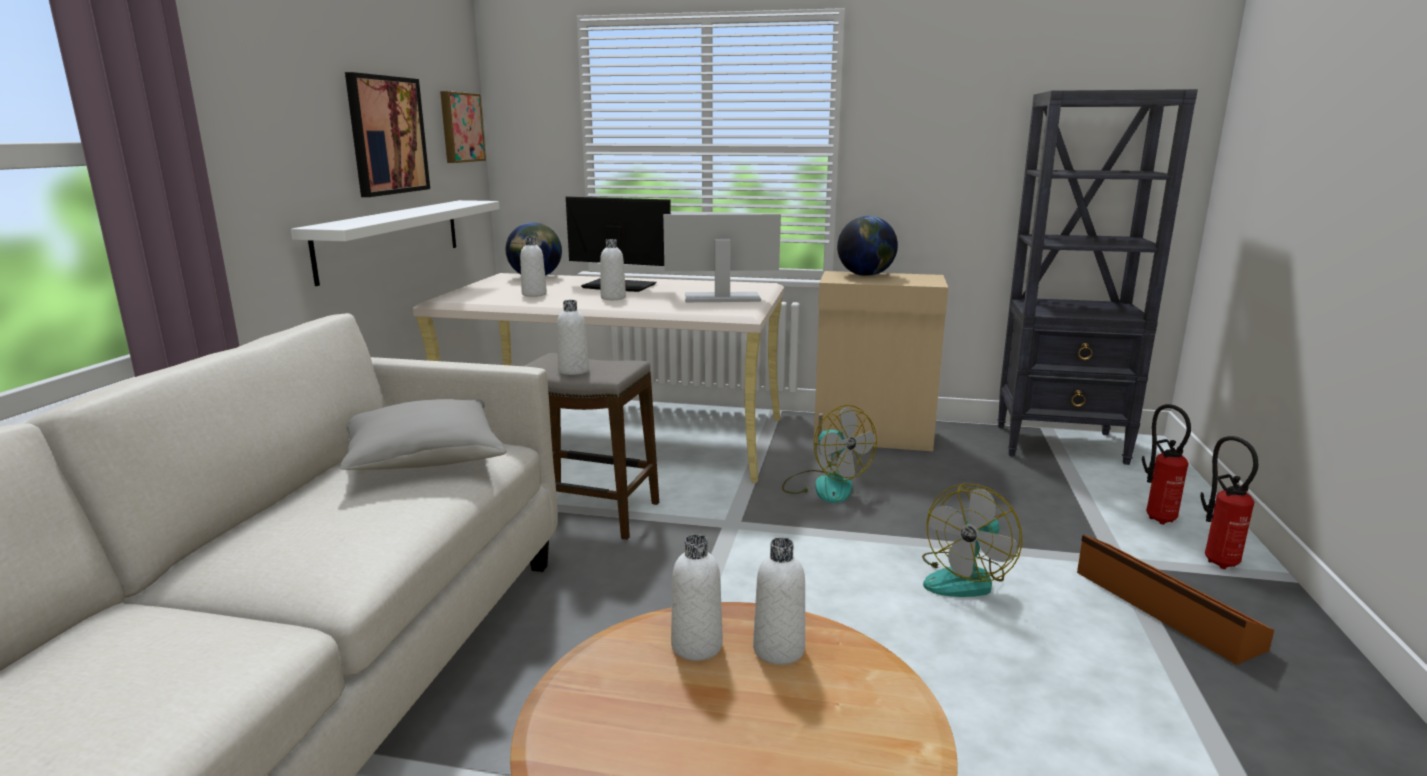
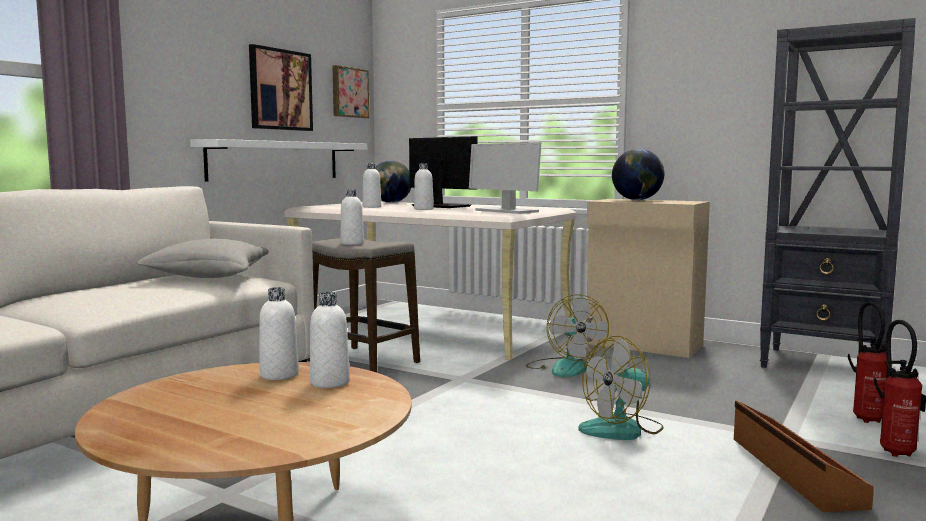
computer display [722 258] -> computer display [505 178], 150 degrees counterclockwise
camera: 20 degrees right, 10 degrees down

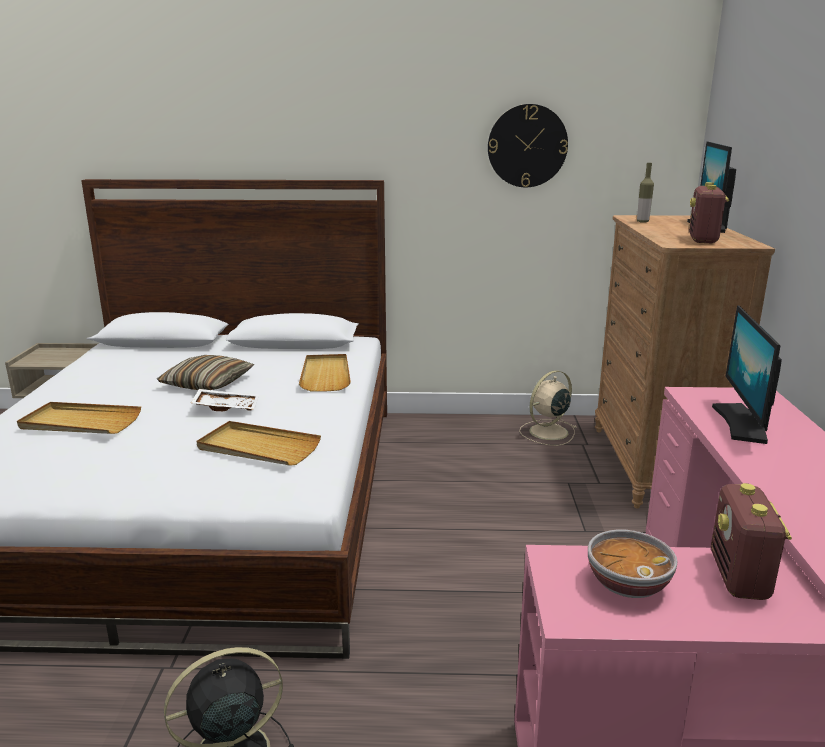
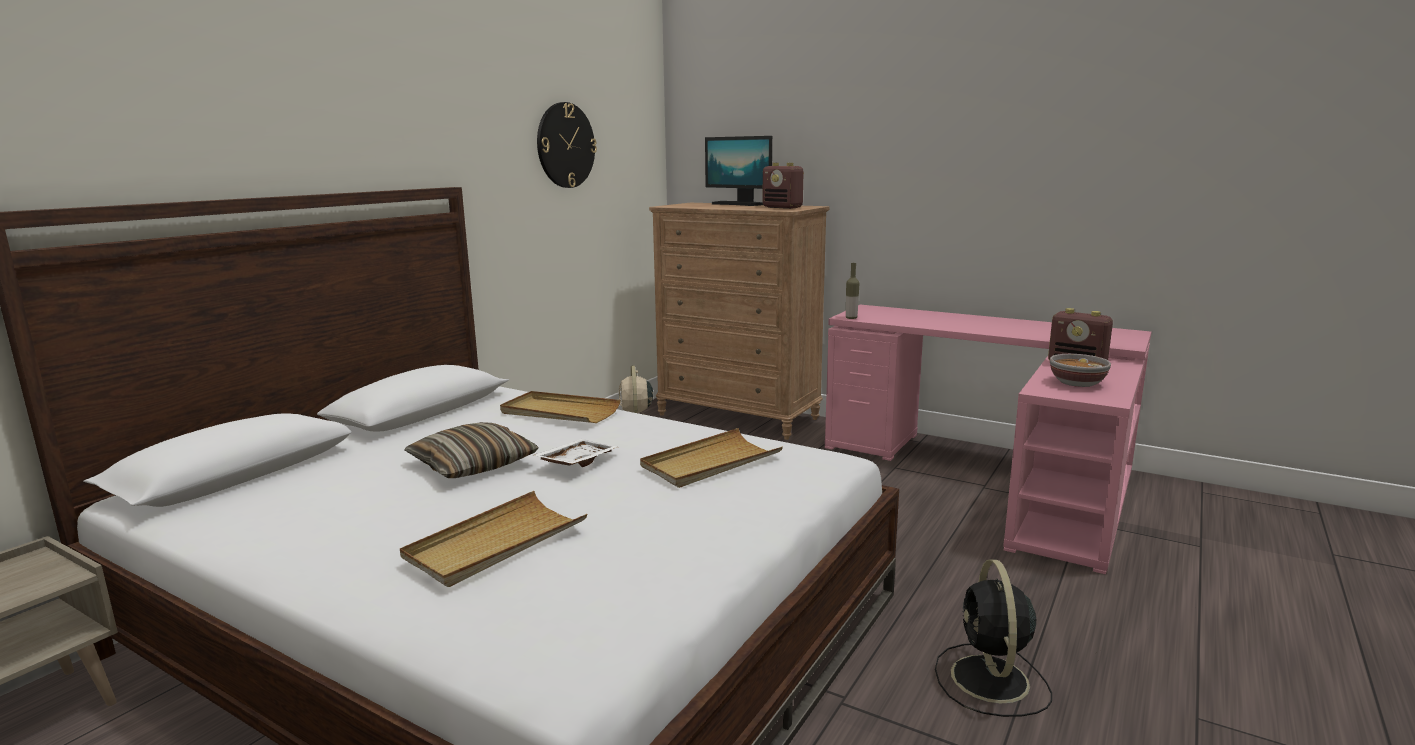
bottle [645 193] -> bottle [853 291], shifted
computer display [747 375] -> none
camera: 60 degrees left, 5 degrees down

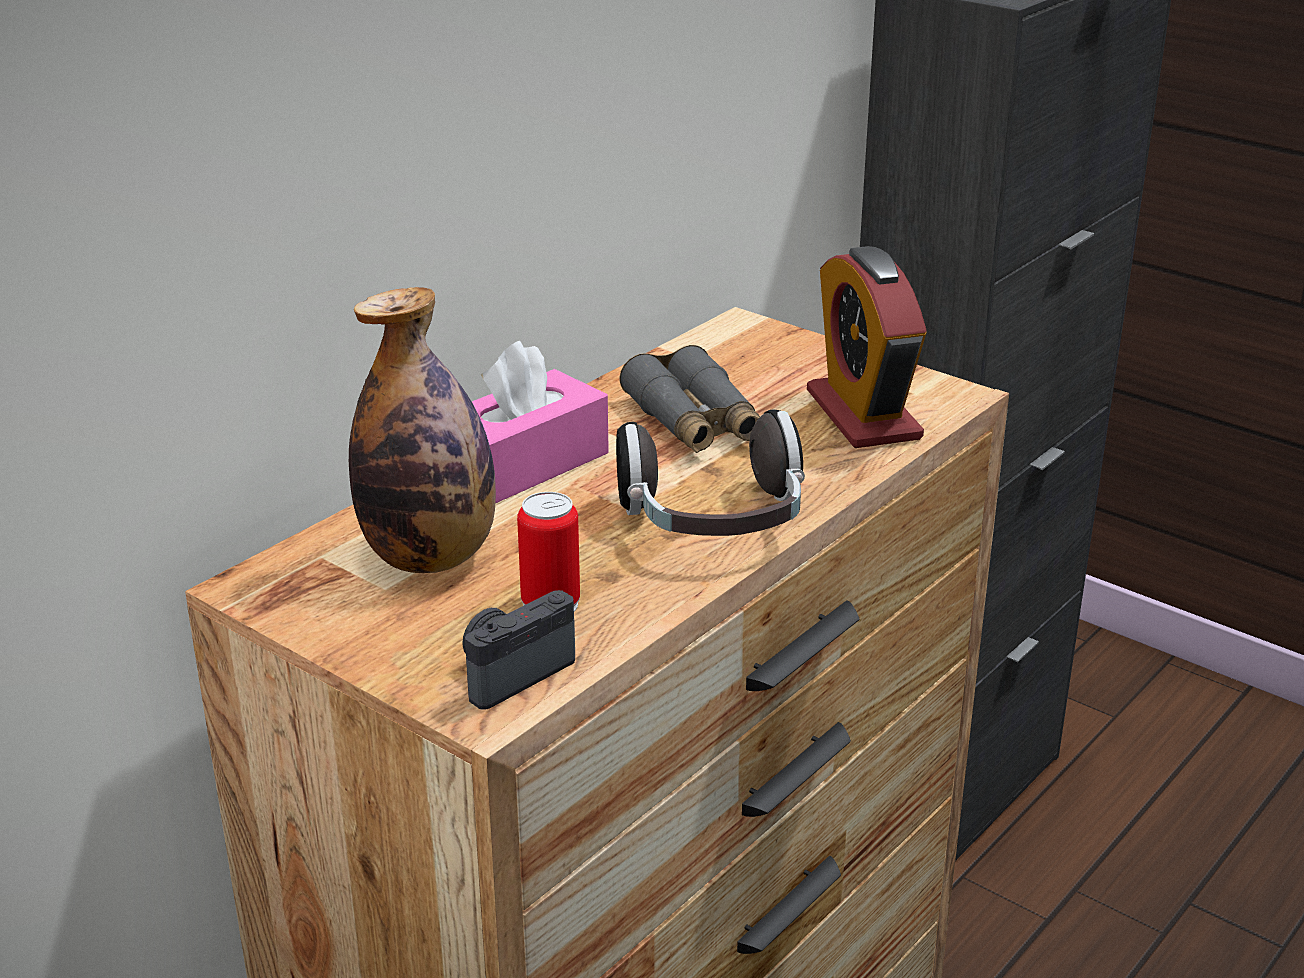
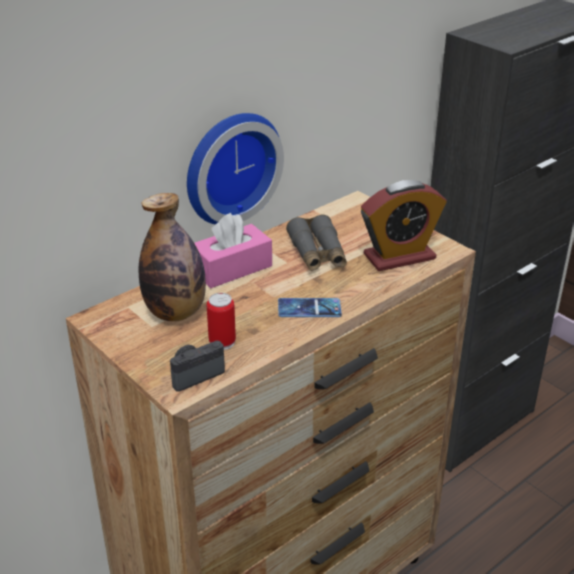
none -> clock on the wall [235 169]
headset [710 473] -> telephone [310 307]
bedside clock [867 347] -> bedside clock [404 225], 105 degrees counterclockwise
camera: 10 degrees right, 5 degrees up

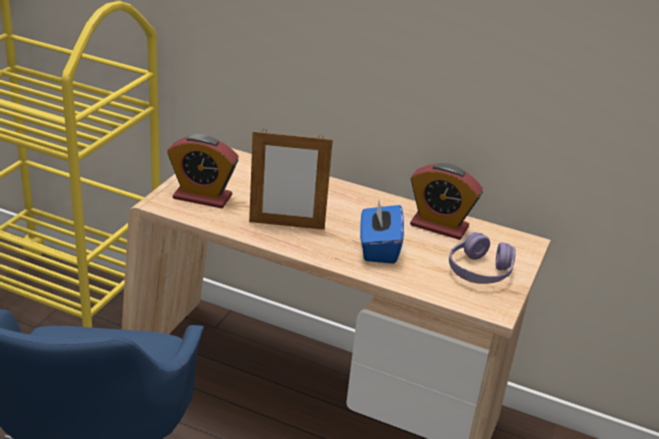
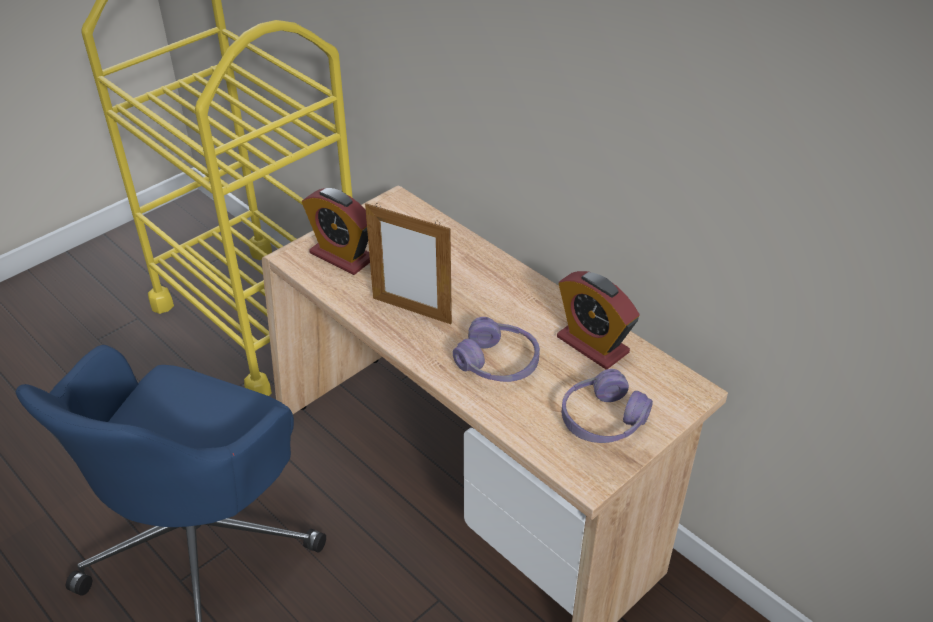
blue tissue holder [382 231] -> purple-coloured headset [496 349]
camera: 25 degrees right, 10 degrees up

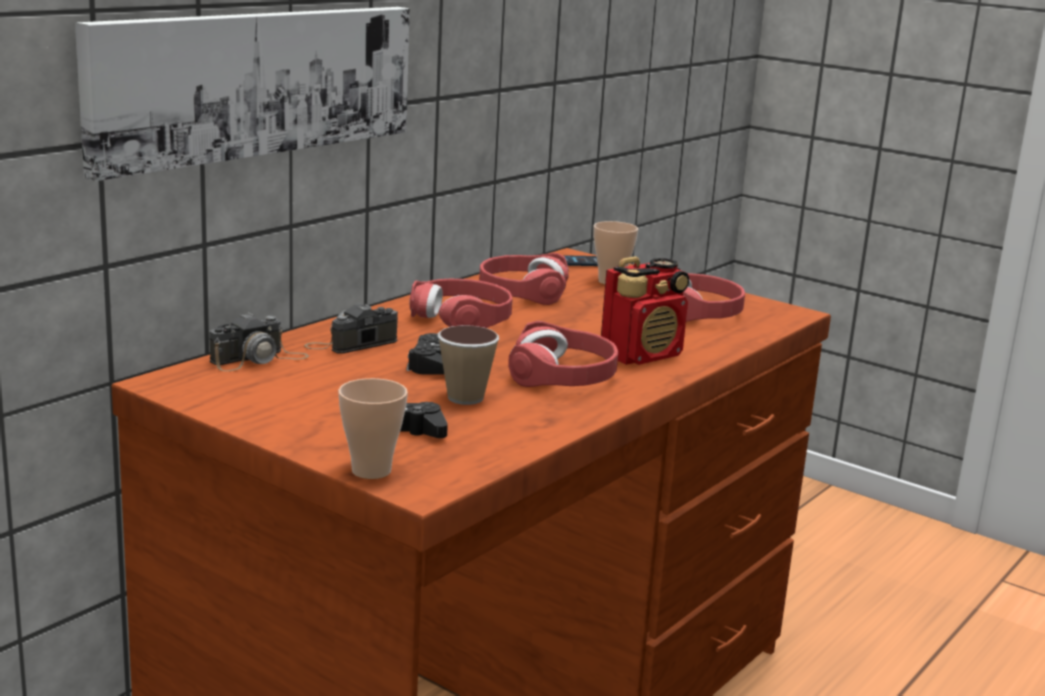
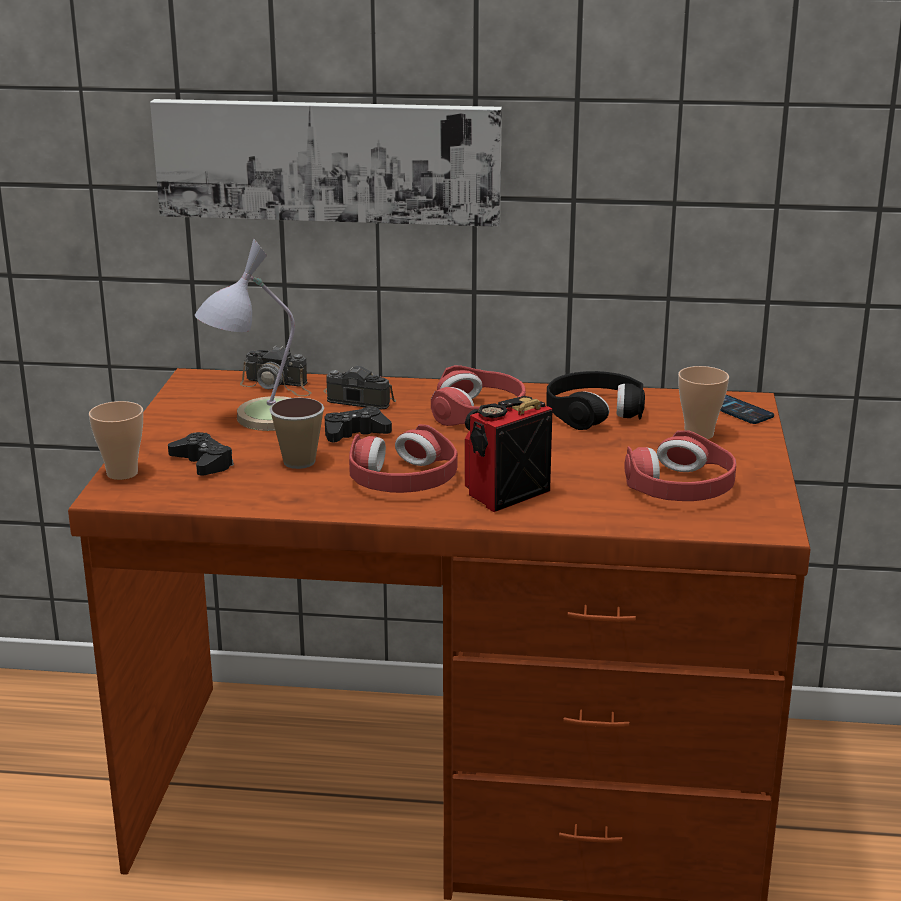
none -> lamp for a table [245 334]
radio set [645 310] -> radio set [509 454], 120 degrees clockwise
red-coloured headset [524 279] -> black headset [595 400]
camera: 60 degrees right, 5 degrees up

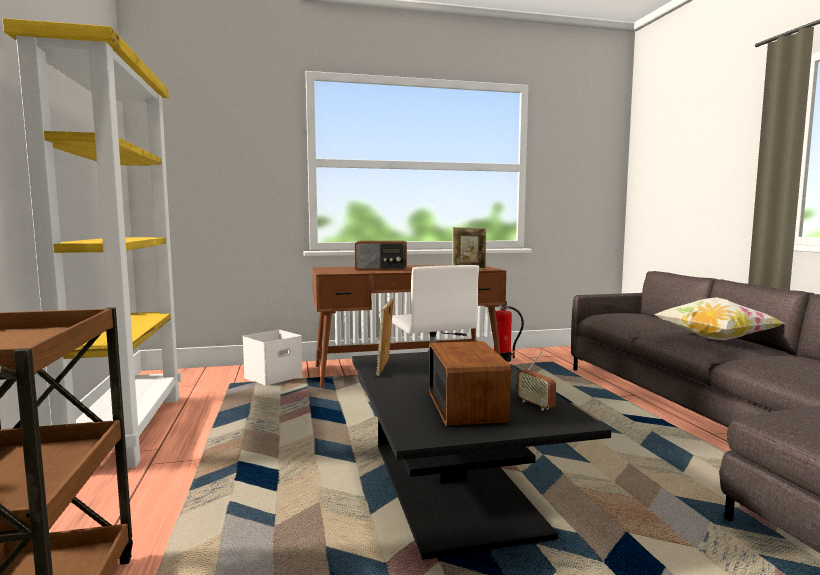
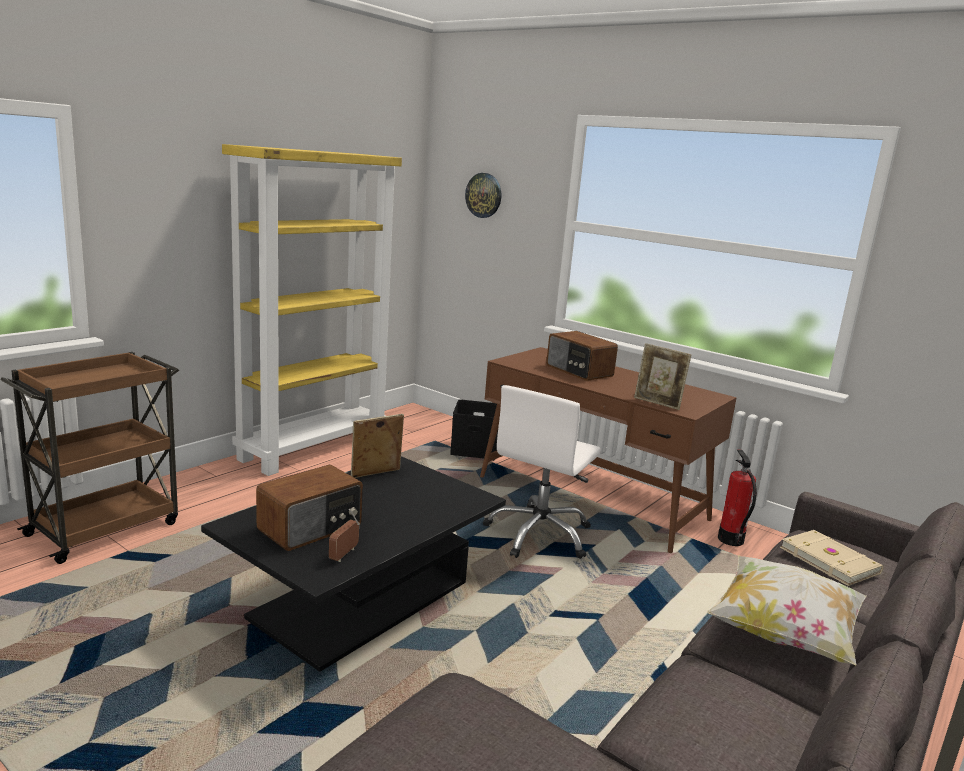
white storage box [272 357] -> black storage box [474 430]
none -> clock on the wall [483 195]
none -> sand-coloured book [831 558]
camera: 50 degrees right, 10 degrees up

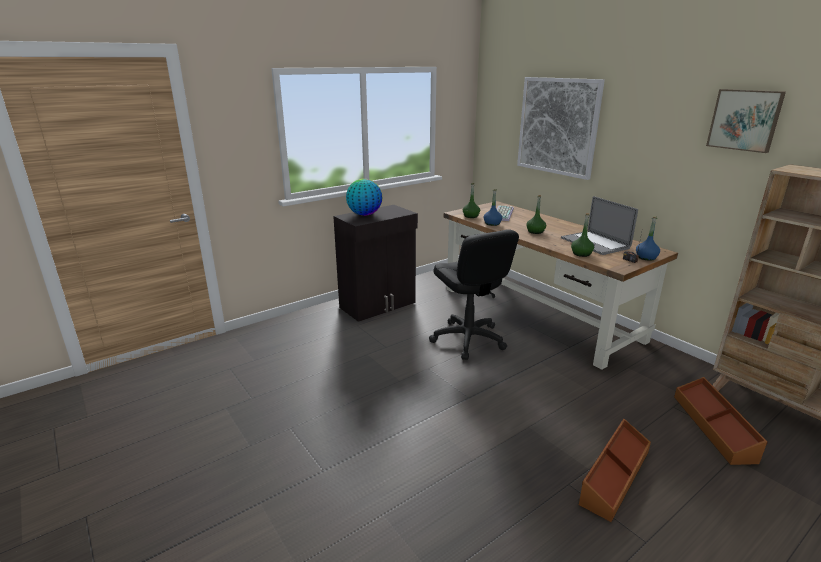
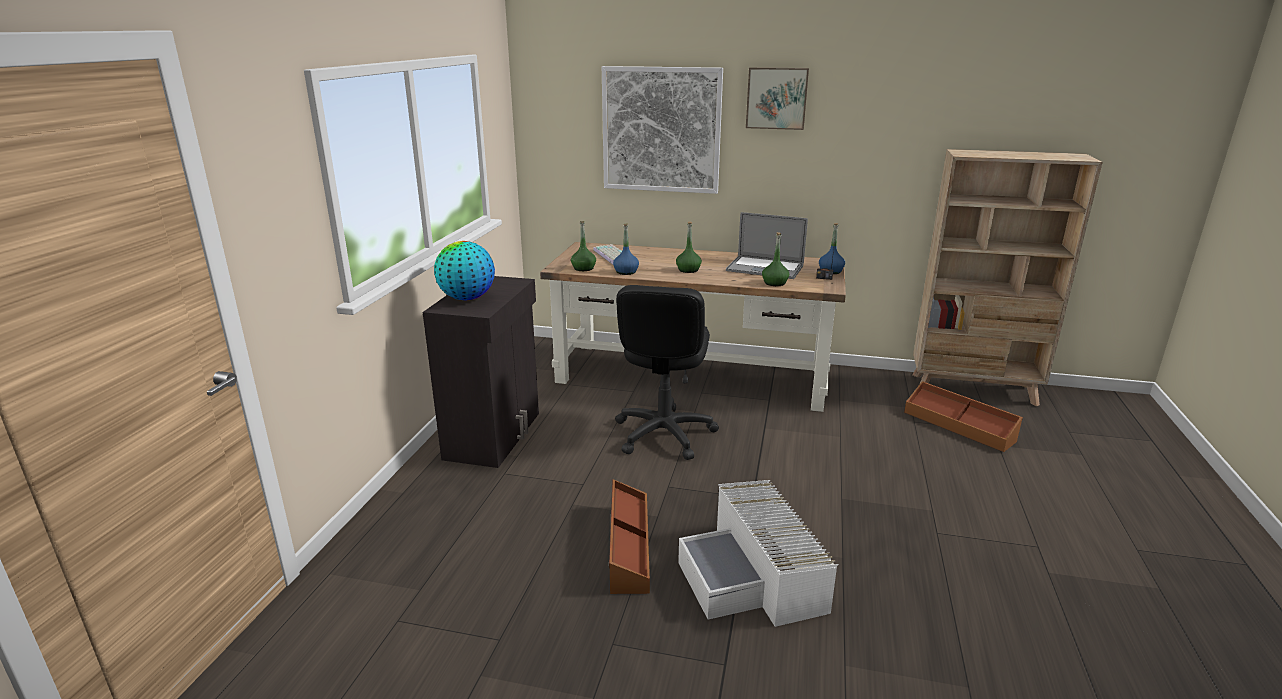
brown-coloured storage box [615 470] -> brown-coloured storage box [629 536], shifted
black computer chair [474 294] -> black computer chair [667 372], 75 degrees clockwise
none -> white storage box [758 553]
wall picture [746 121] -> wall picture [777 98], shifted
camera: 40 degrees left, 0 degrees up

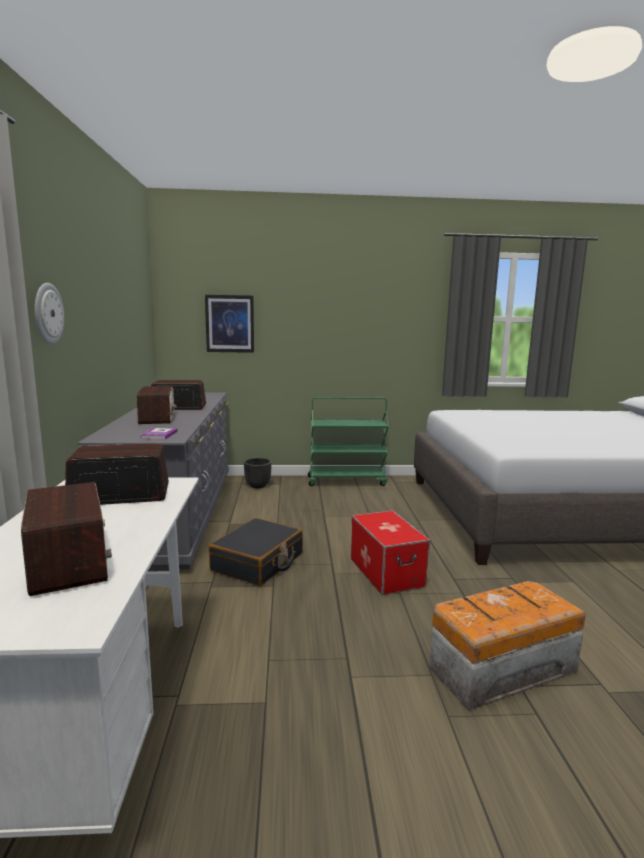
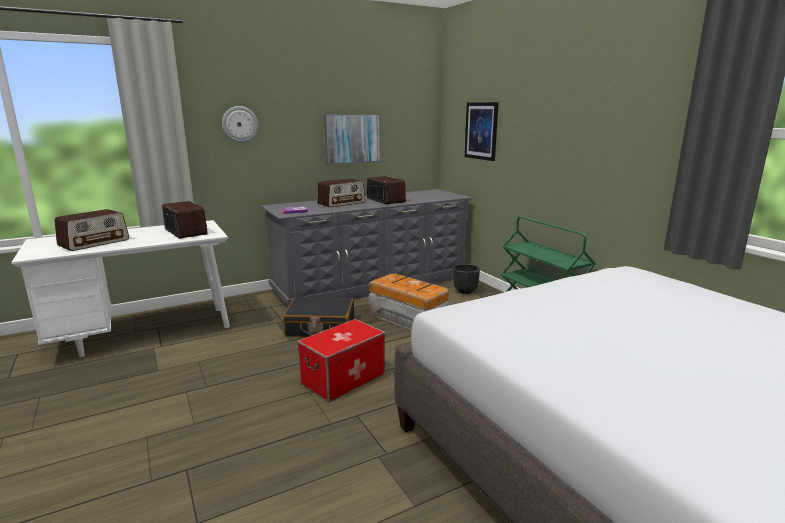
none -> wall picture [352 139]
storage box [507 646] -> storage box [409 302], shifted
camera: 65 degrees right, 5 degrees up

